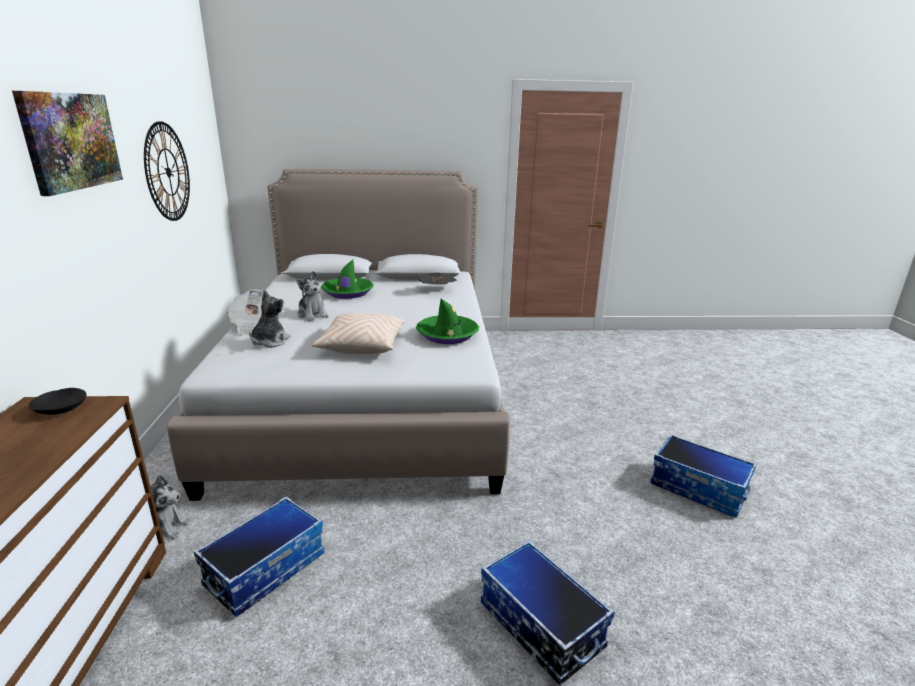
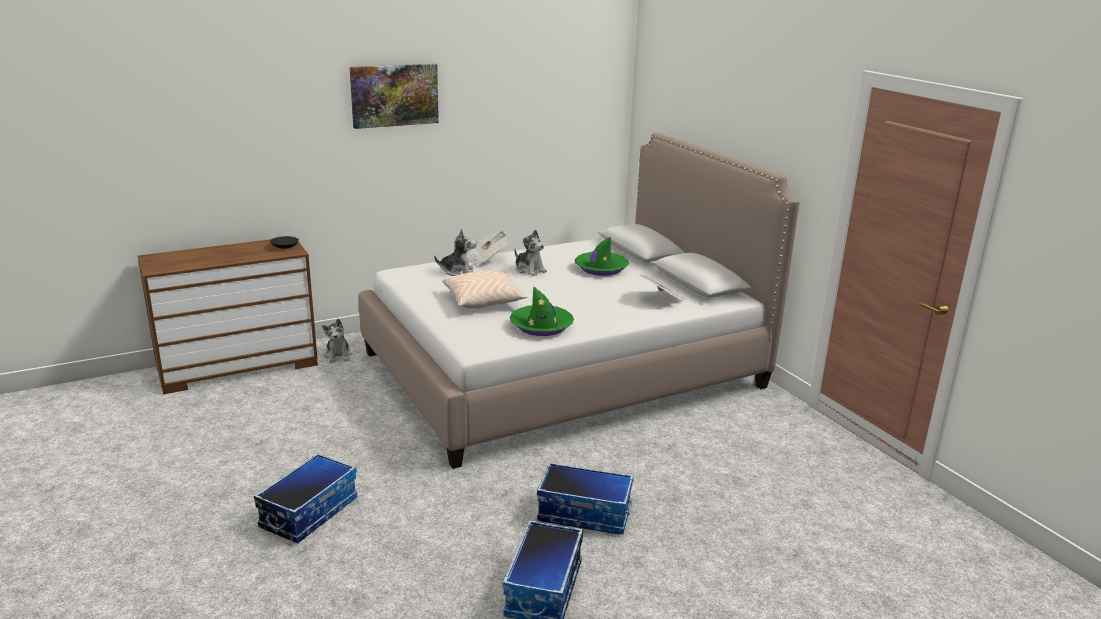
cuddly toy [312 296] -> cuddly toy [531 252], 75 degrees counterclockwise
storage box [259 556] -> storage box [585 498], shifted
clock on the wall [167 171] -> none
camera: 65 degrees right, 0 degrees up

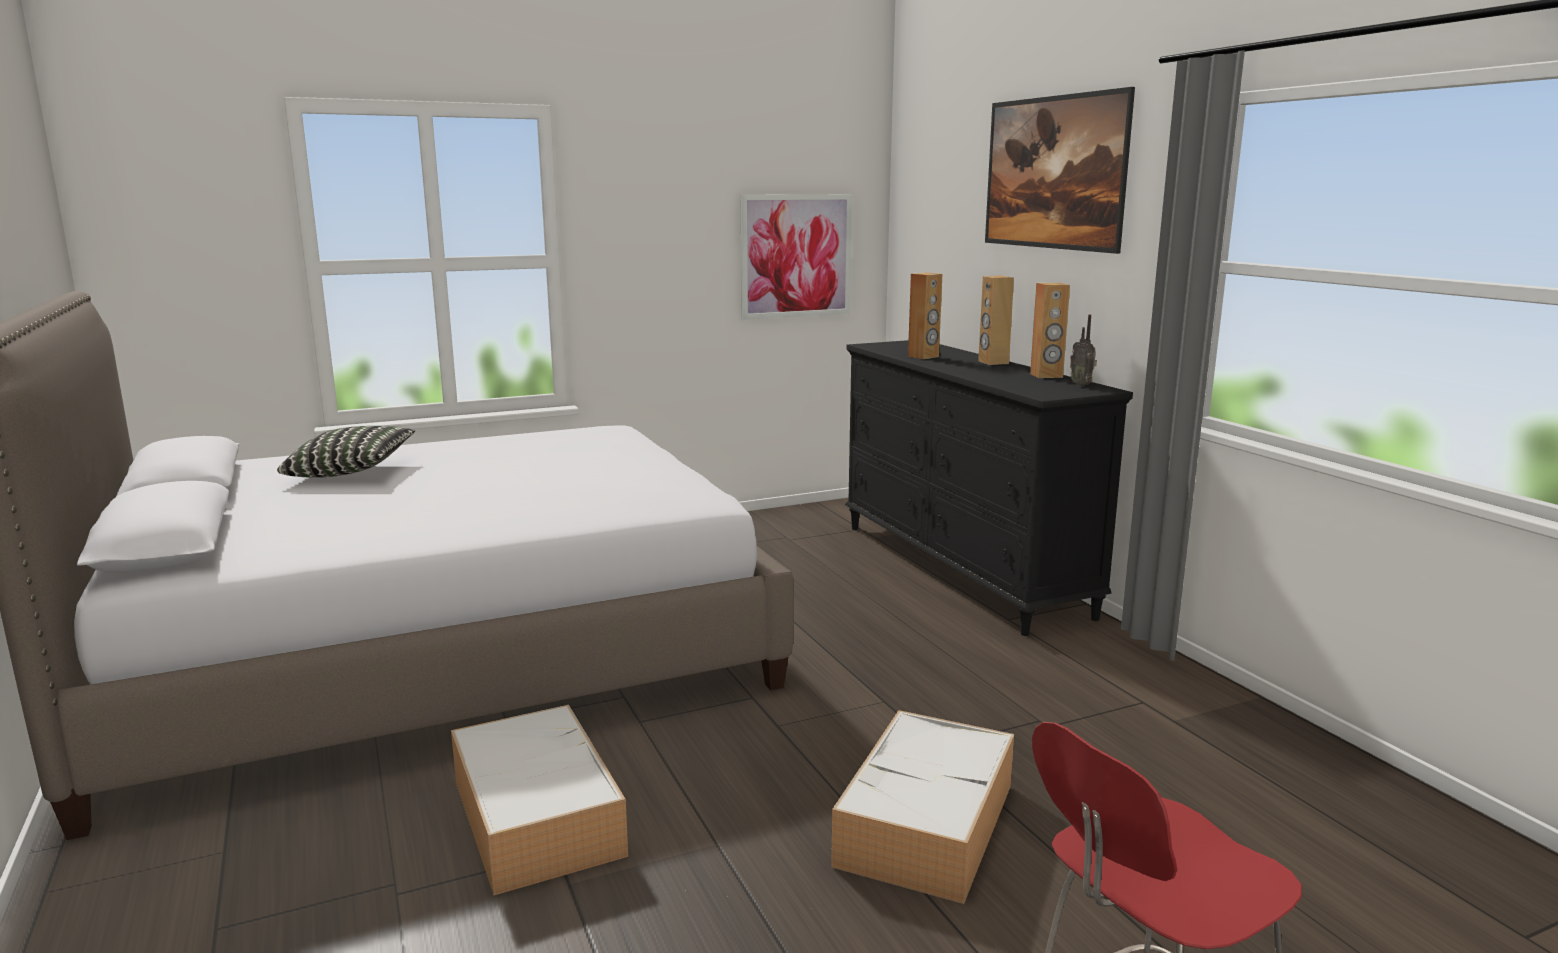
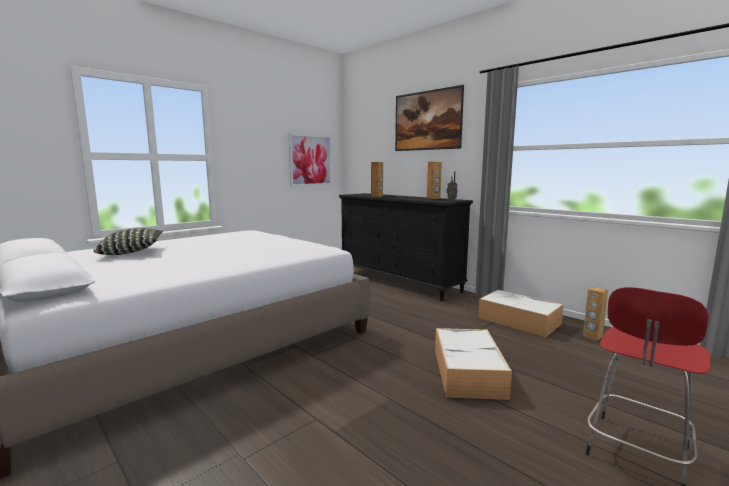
storage box [539 800] -> storage box [521 313], shifted
brown-coloured speaker [996 320] -> brown-coloured speaker [595 313], shifted
camera: 20 degrees left, 5 degrees down

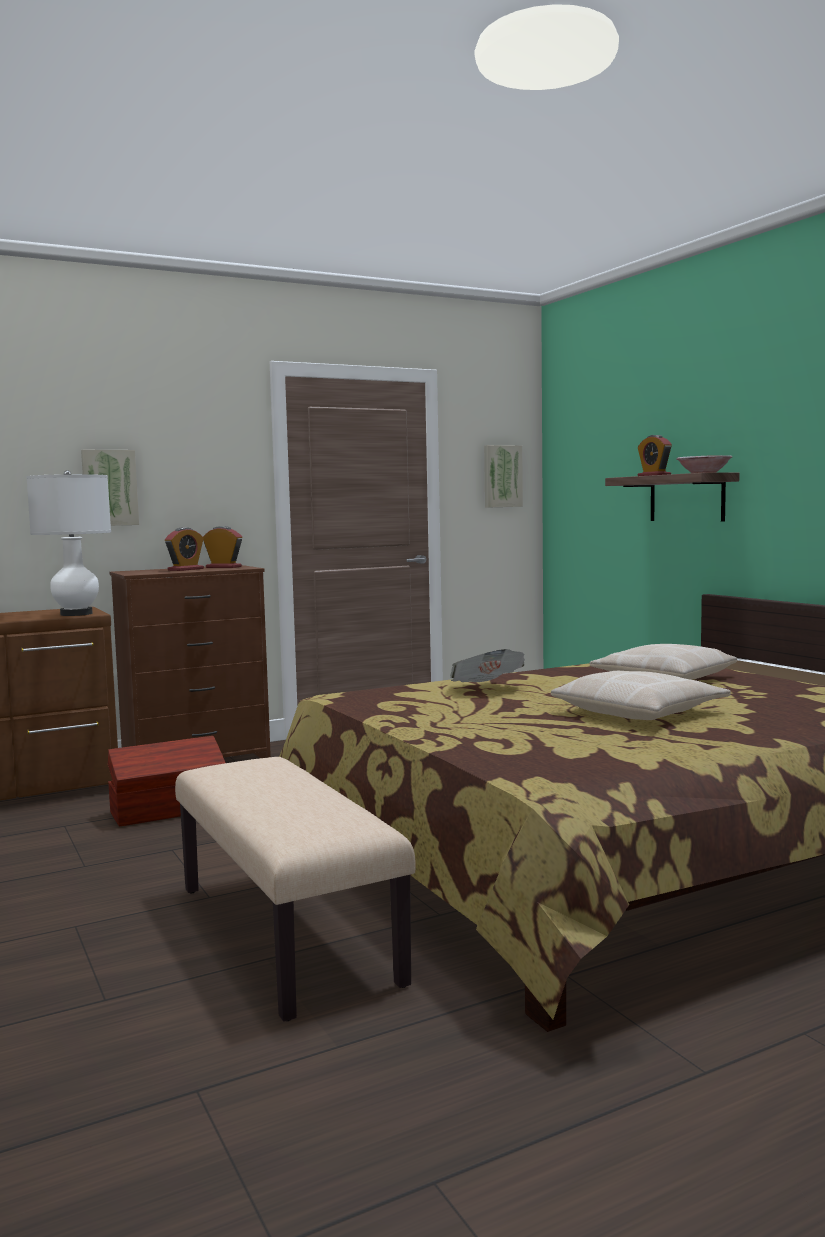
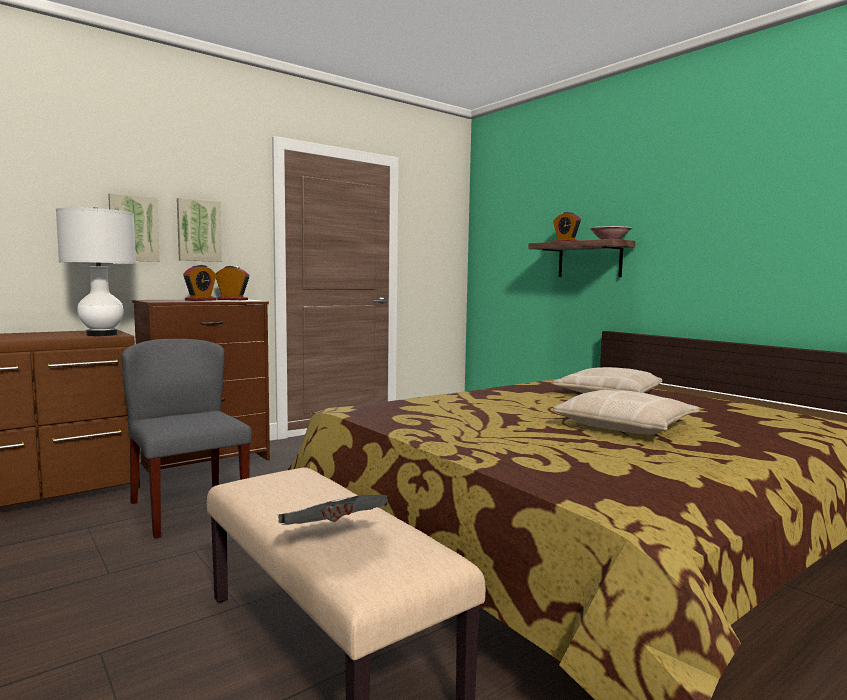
brown-coloured storage box [167 781] -> gray upright chair [187 439]
wall picture [503 476] -> wall picture [199 230], shifted
printed paper [487 665] -> printed paper [333 510], shifted
camera: 10 degrees left, 0 degrees up

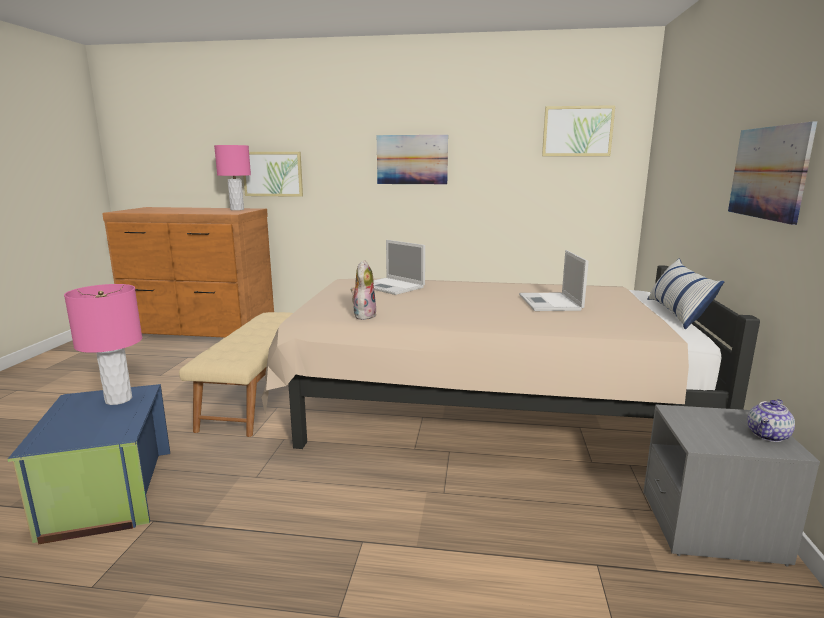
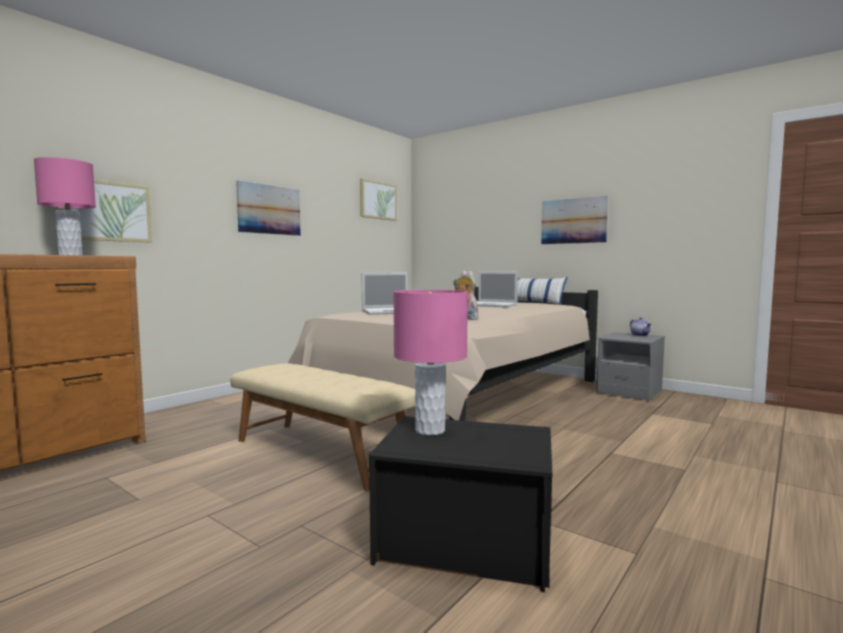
blue storage box [89 464] -> black storage box [460 504]
camera: 60 degrees left, 10 degrees down

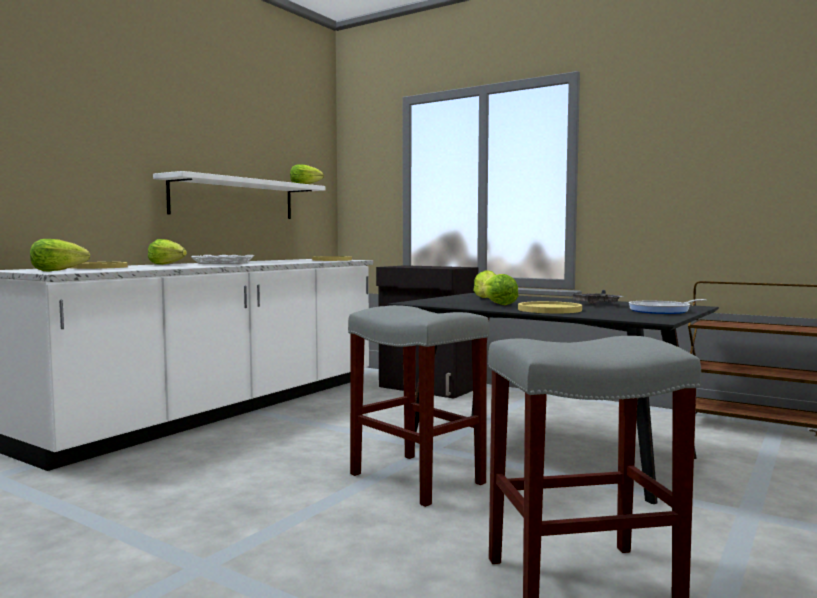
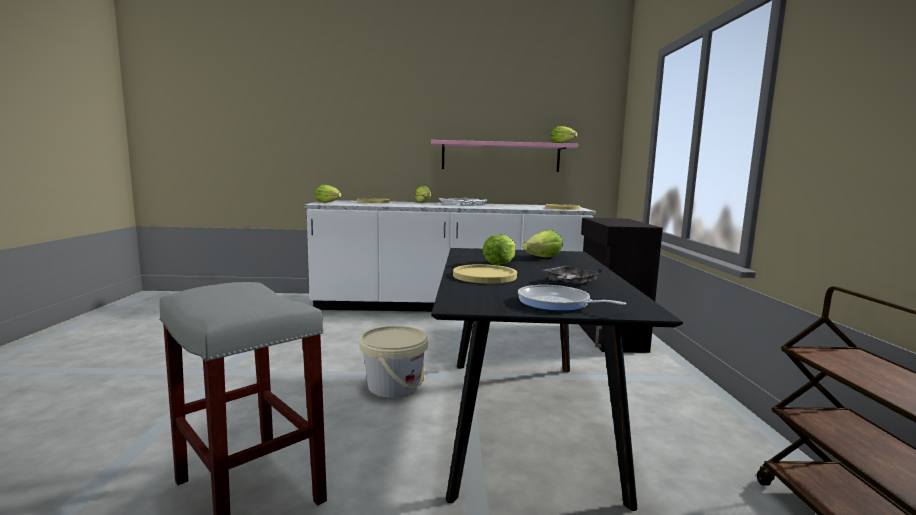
gray stool seat [418 406] -> sand-coloured bucket [393 362]
white shelf [239 195] -> pink-coloured shelf [504 156]
camera: 55 degrees right, 5 degrees up

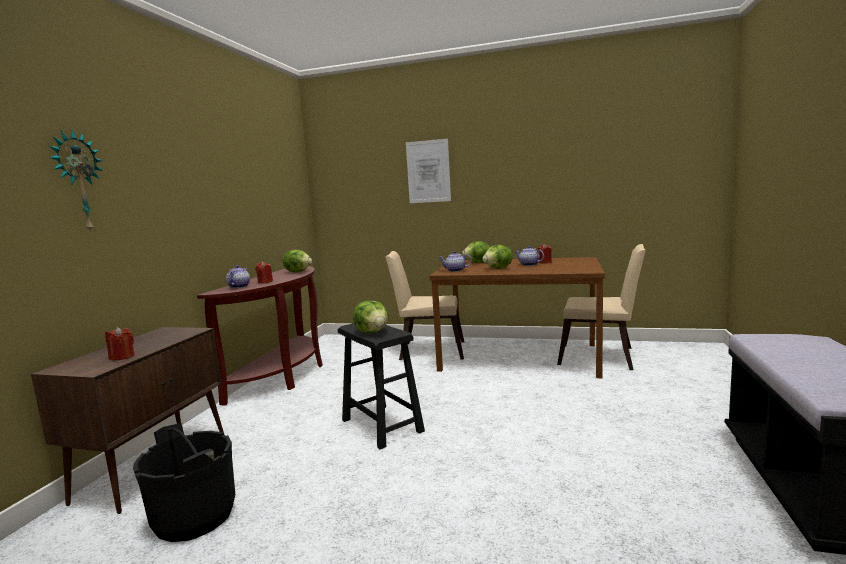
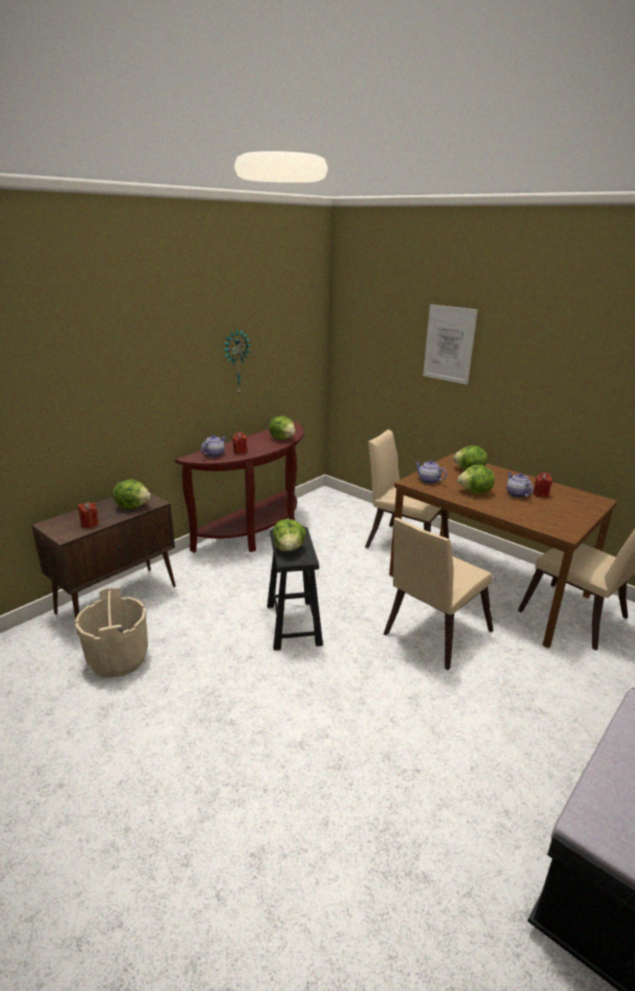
black bucket [184 482] -> sand-coloured bucket [111 633]
none -> lettuce [132 494]
clock on the wall [76 181] -> clock on the wall [237 362], shifted
none -> sand-coloured upright chair [438 594]
camera: 25 degrees right, 15 degrees up

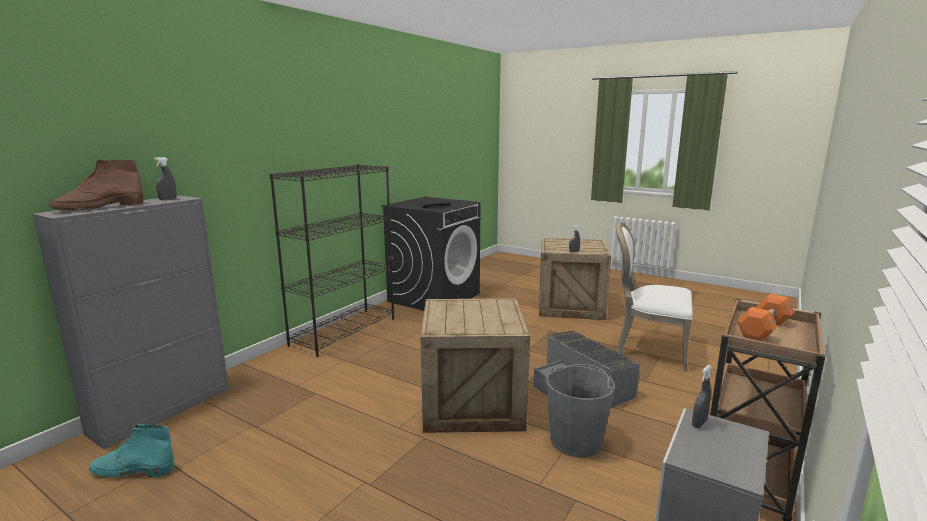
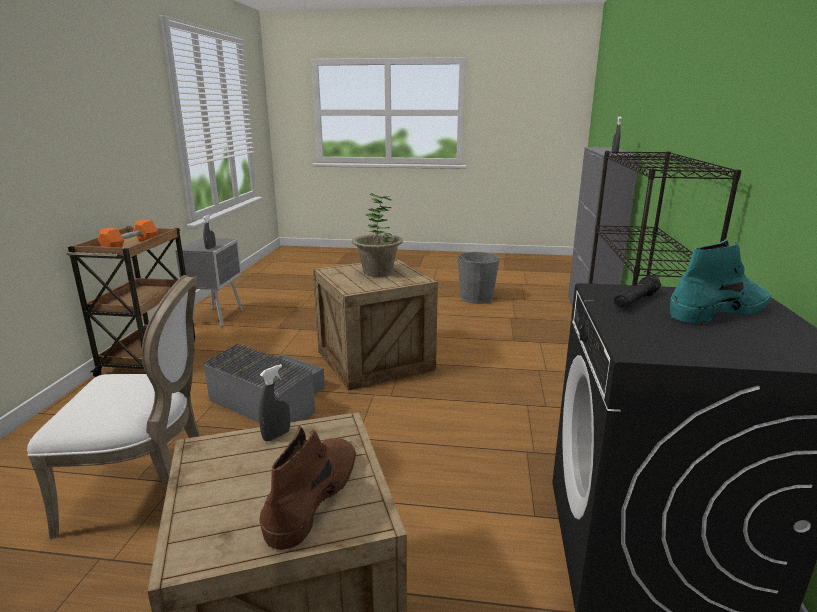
brown-coloured high-top boot [96 185] -> brown-coloured high-top boot [308 488], shifted
none -> plant in a pot [377 235]
gray bucket [580 410] -> gray bucket [478 278], shifted
turquoise high-top boot [131 451] -> turquoise high-top boot [720 281], shifted
camera: 155 degrees right, 5 degrees up

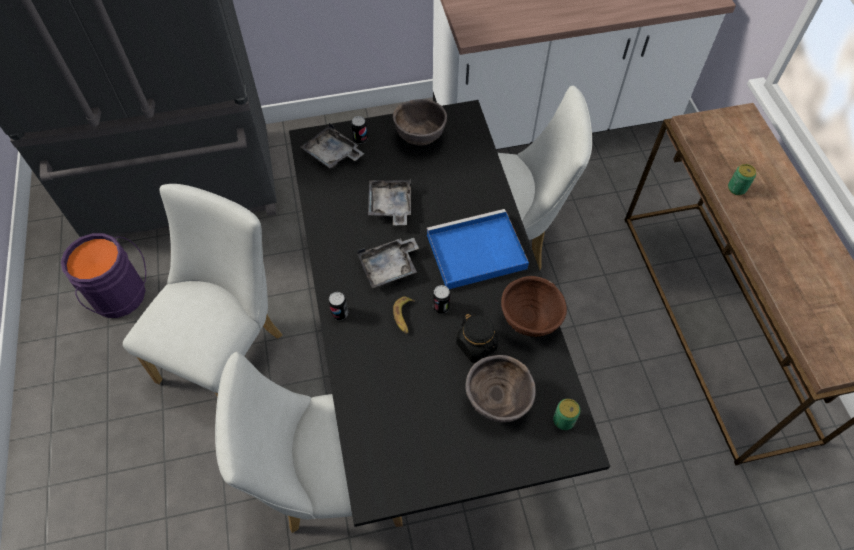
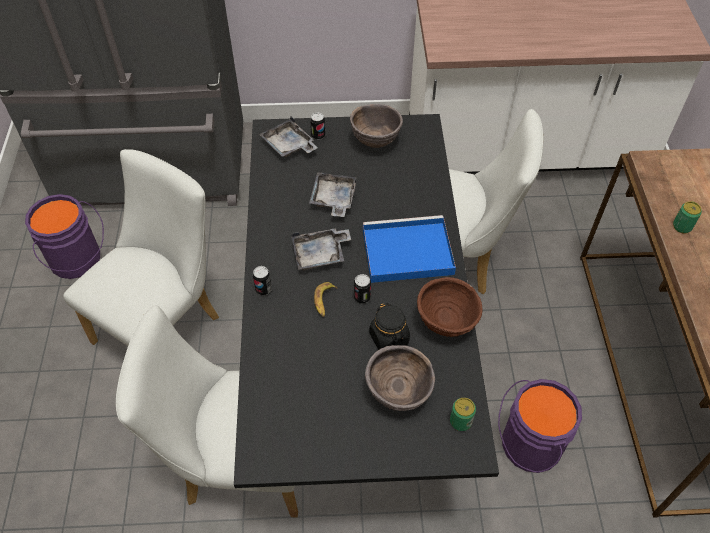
none -> purple-coloured bucket [540 426]
camera: 10 degrees right, 5 degrees down

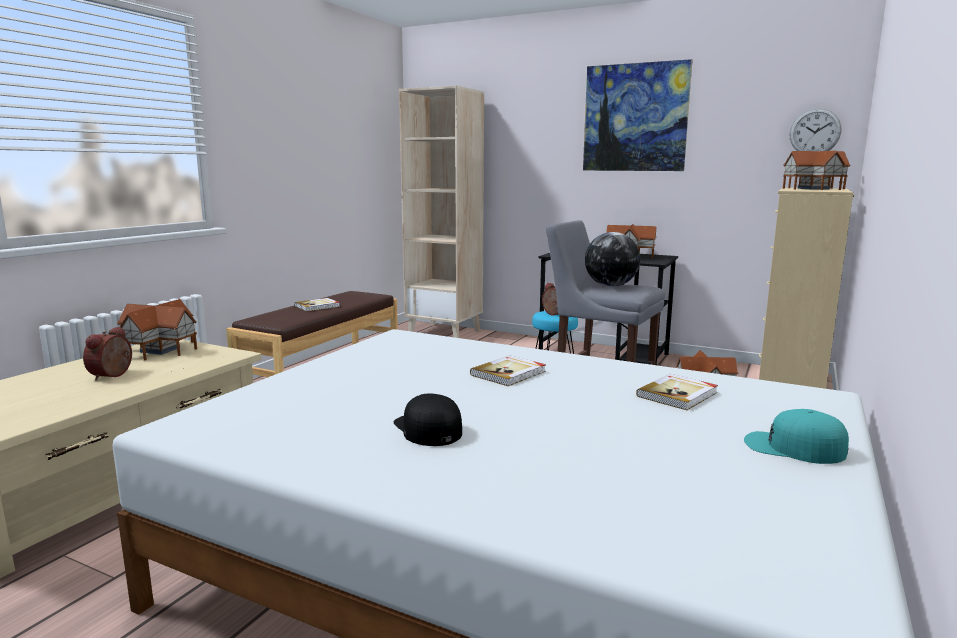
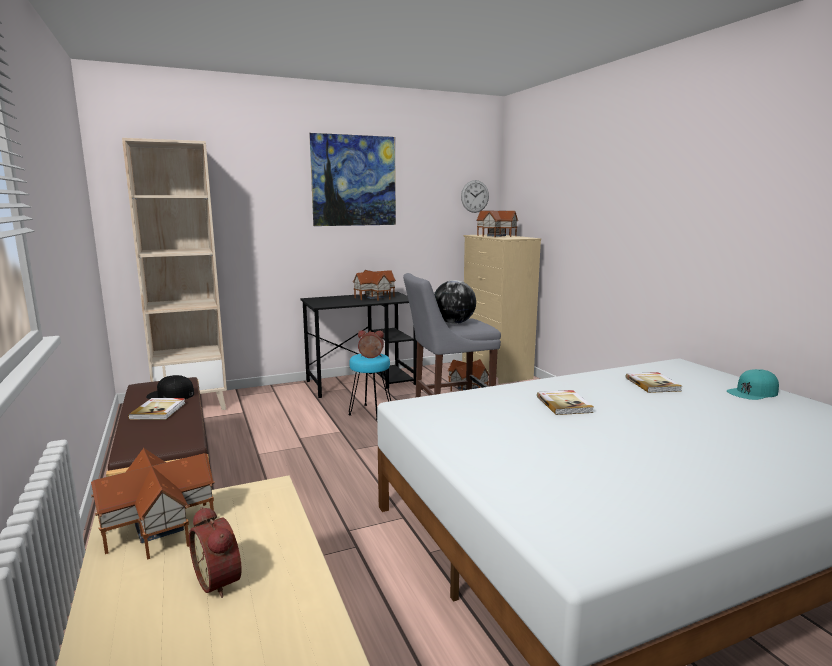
black peaked cap [428 419] -> black peaked cap [170 387], shifted
camera: 50 degrees left, 0 degrees up

